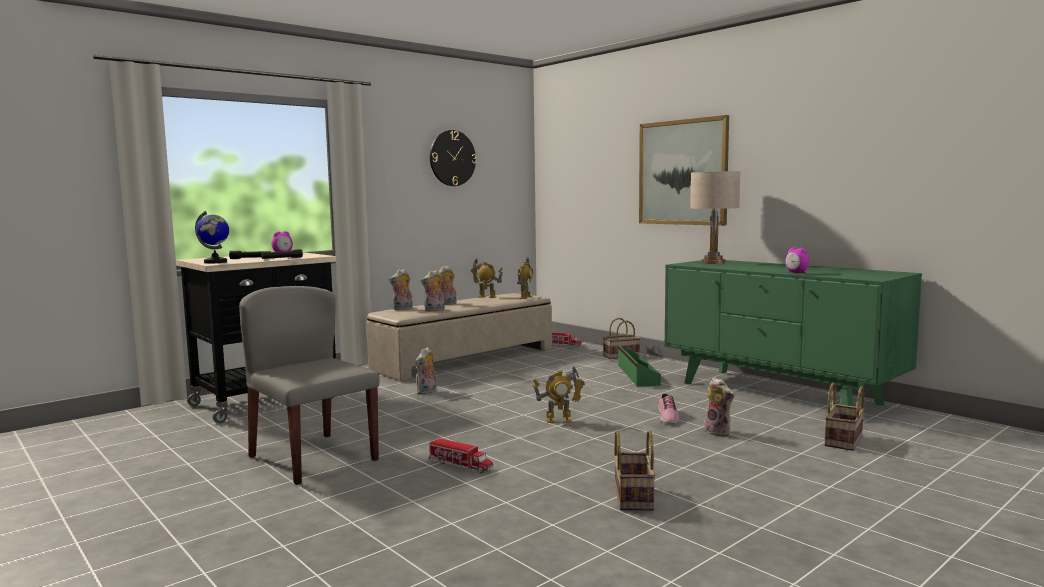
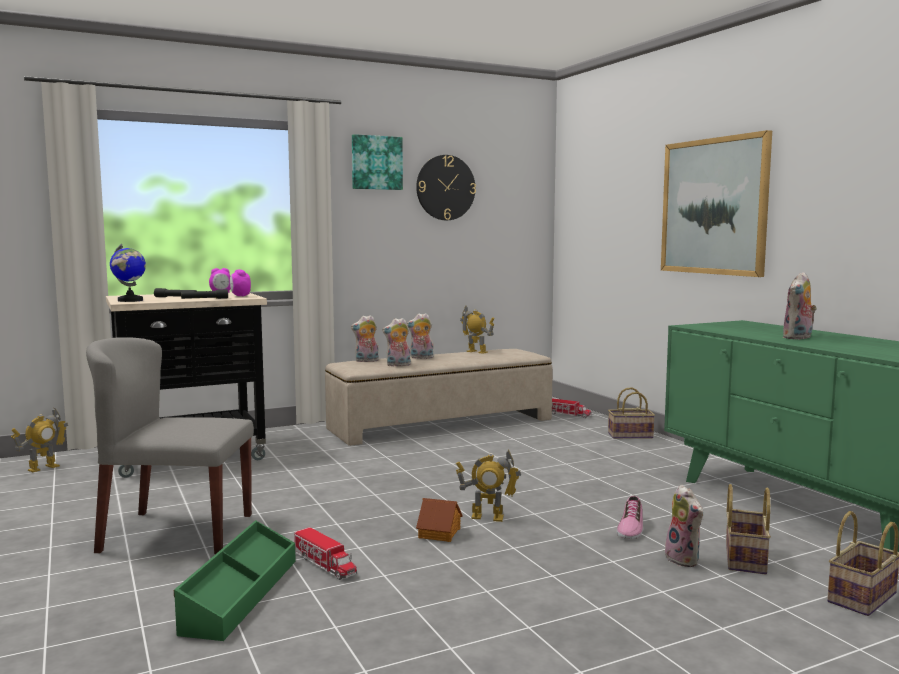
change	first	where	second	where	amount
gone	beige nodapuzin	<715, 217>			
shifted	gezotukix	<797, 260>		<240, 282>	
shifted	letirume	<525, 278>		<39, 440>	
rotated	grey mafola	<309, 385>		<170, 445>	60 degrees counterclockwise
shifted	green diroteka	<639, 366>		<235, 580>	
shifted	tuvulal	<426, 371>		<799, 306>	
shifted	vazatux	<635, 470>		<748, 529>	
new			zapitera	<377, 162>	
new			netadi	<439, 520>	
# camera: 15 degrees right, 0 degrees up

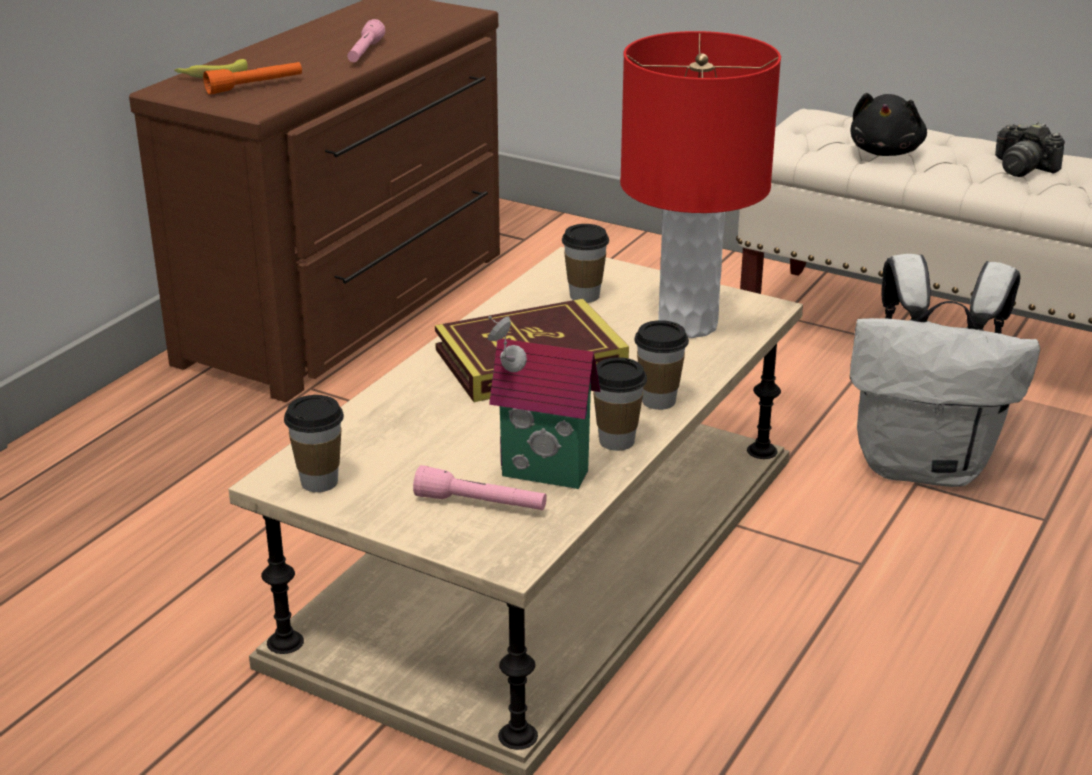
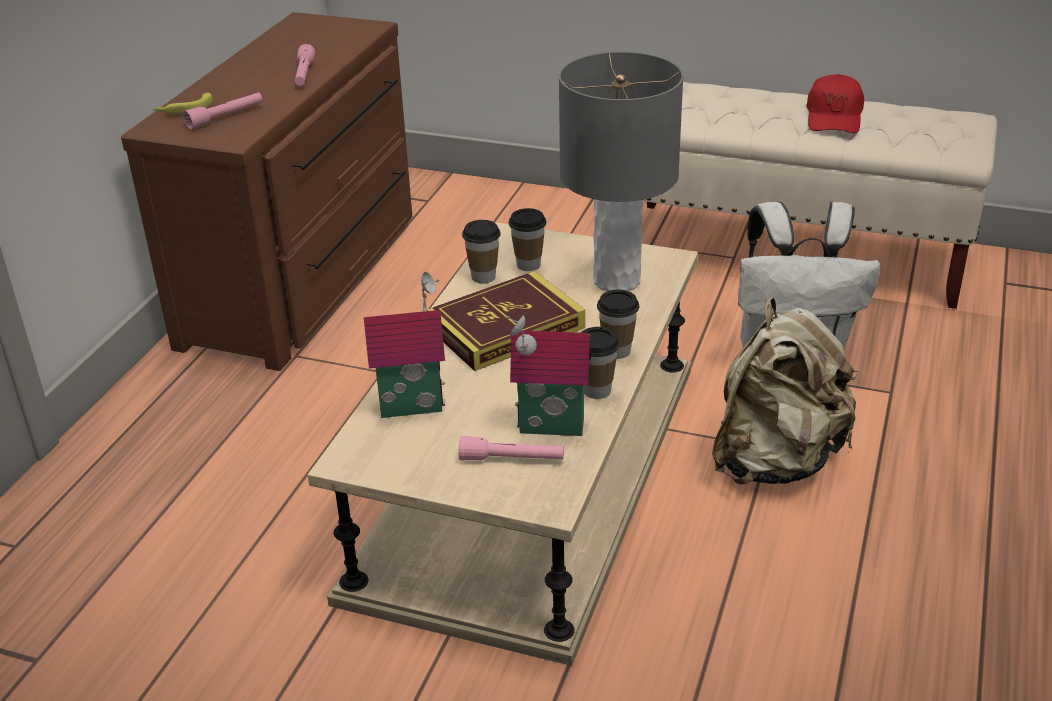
change	first	where	second	where	amount
repainted	red nodapuzin	<700, 184>	grey nodapuzin	<621, 171>	
repainted	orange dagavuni	<252, 78>	pink dagavuni	<223, 111>	
gone	black tuvulal	<888, 124>			
swapped	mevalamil	<1030, 149>	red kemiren	<835, 103>	
shifted	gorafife	<314, 443>		<481, 251>	
new			netadi	<404, 345>	
new			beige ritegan	<785, 391>	
# camera: 10 degrees left, 5 degrees up

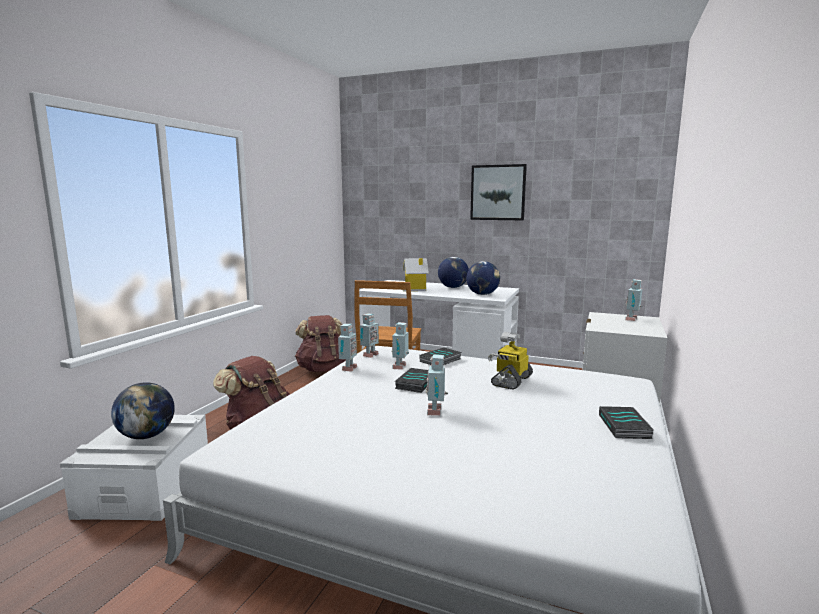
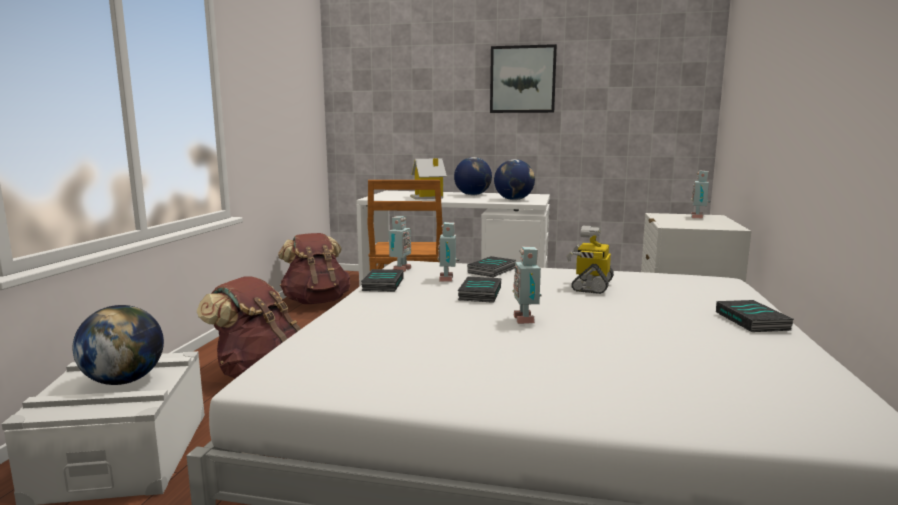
change	first	where	second	where	amount
swapped	letirume	<347, 348>	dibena	<382, 280>	
# camera: 10 degrees left, 0 degrees up

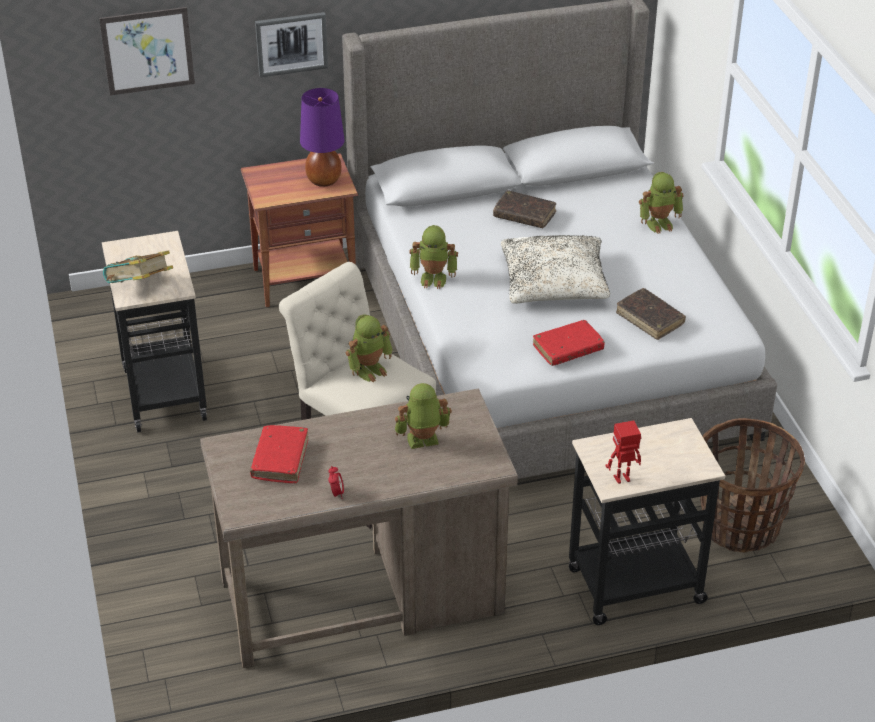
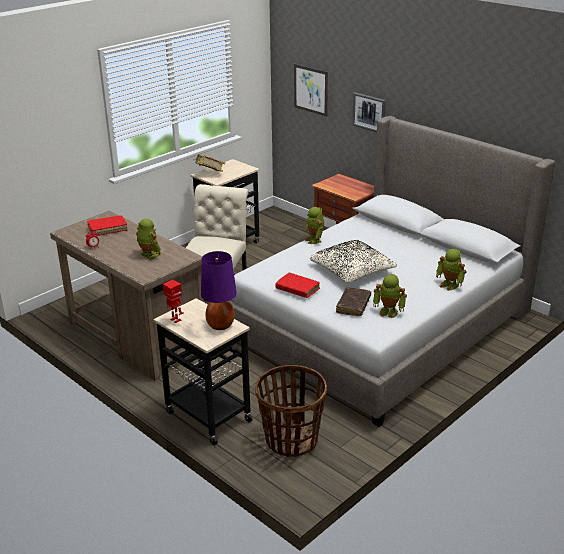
change	first	where	second	where	amount
shifted	purple nodapuzin	<322, 137>		<219, 290>	
gone	brown dibena	<524, 209>			
shifted	letirume	<369, 348>		<390, 296>	
# camera: 60 degrees right, 10 degrees down

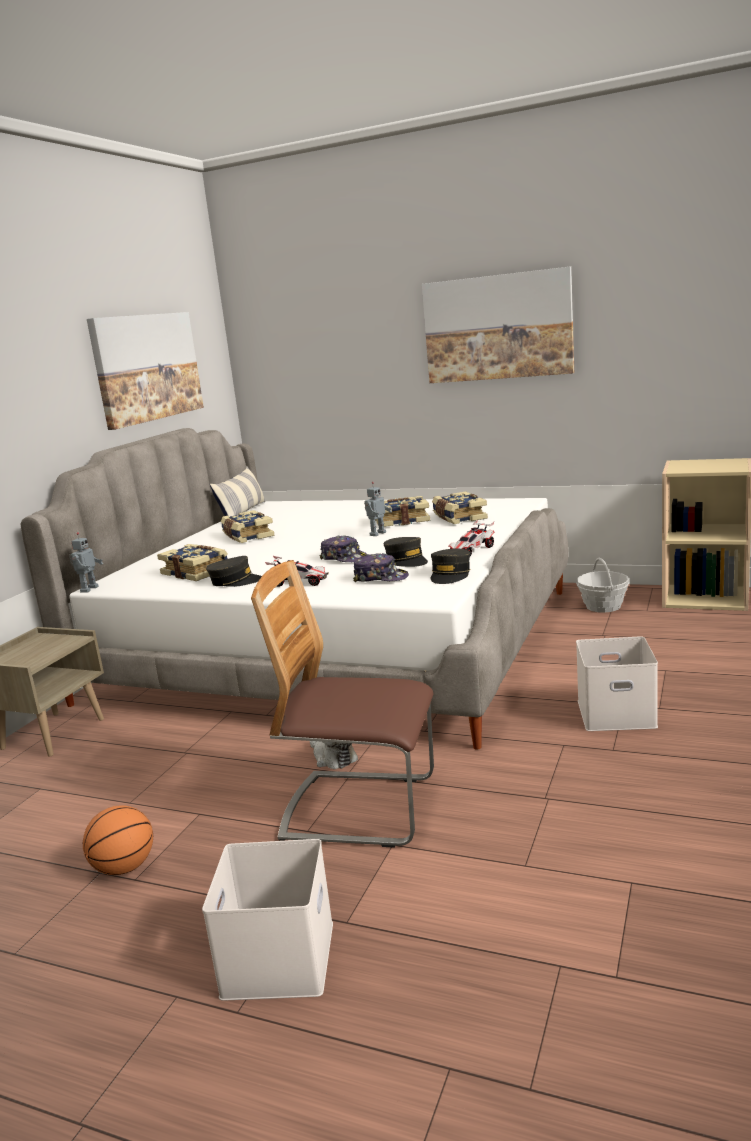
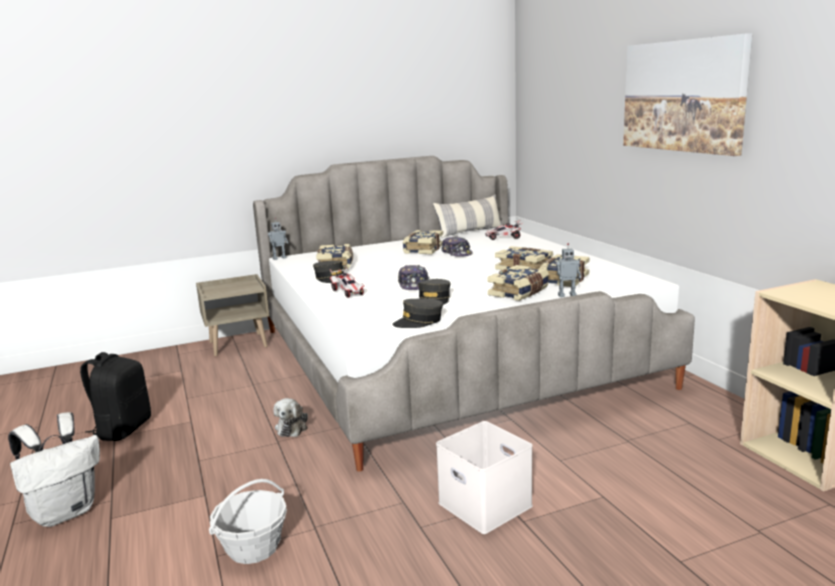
change	first	where	second	where	amount
gone	zapitera	<145, 371>			
shifted	letirume	<378, 509>		<568, 270>	
shifted	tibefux	<471, 538>		<504, 230>	
shifted	kemiren	<381, 567>		<457, 247>	
shifted	vazatux	<602, 585>		<248, 521>	
gone	mafola	<342, 704>			
swapped	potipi	<118, 840>	black ritegan	<115, 396>	
swapped	white diroteka	<267, 920>	white ritegan	<54, 469>	
new			dibena	<518, 283>	
# camera: 45 degrees right, 0 degrees up

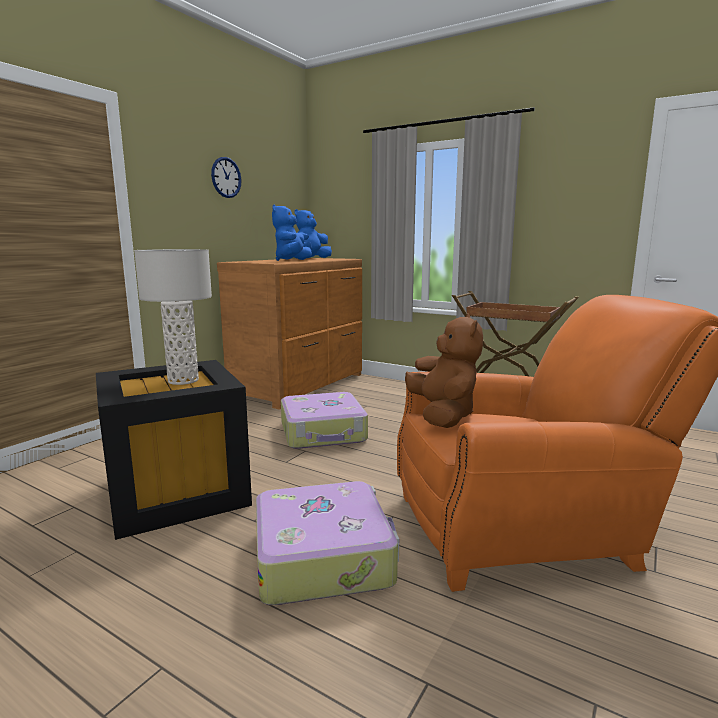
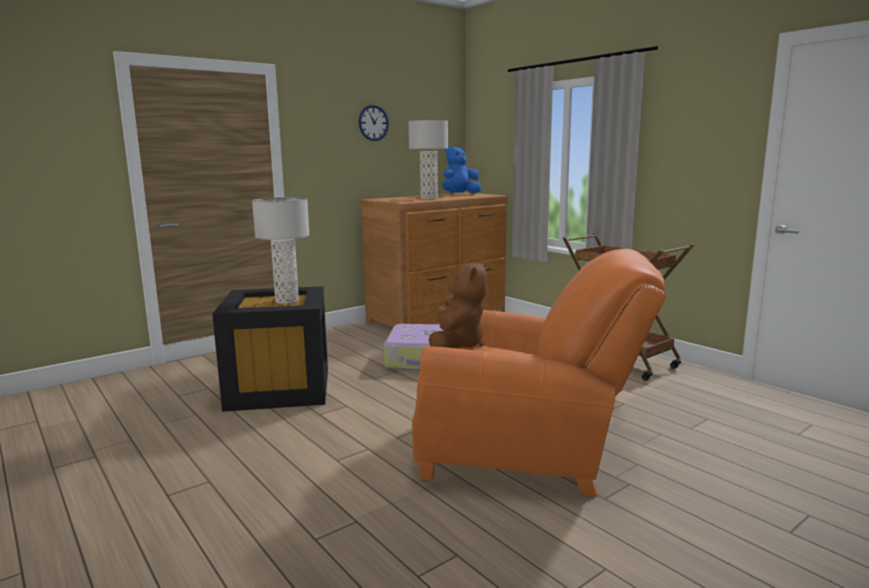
change	first	where	second	where	amount
swapped	blue tuvulal	<292, 233>	white nodapuzin	<428, 159>	
gone	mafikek	<327, 543>			
# camera: 20 degrees right, 0 degrees up

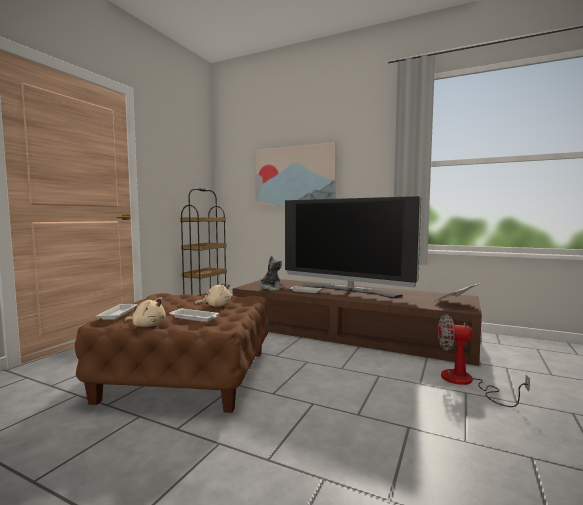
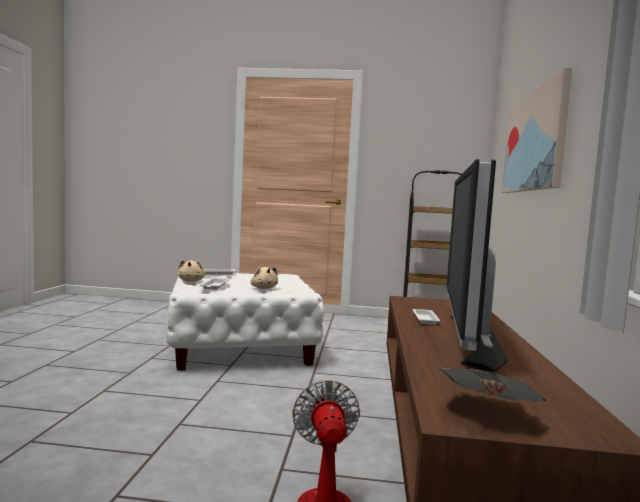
change	first	where	second	where	amount
gone	tuvulal	<271, 273>			
repainted	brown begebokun	<172, 353>	white begebokun	<245, 321>	
# camera: 70 degrees right, 0 degrees up

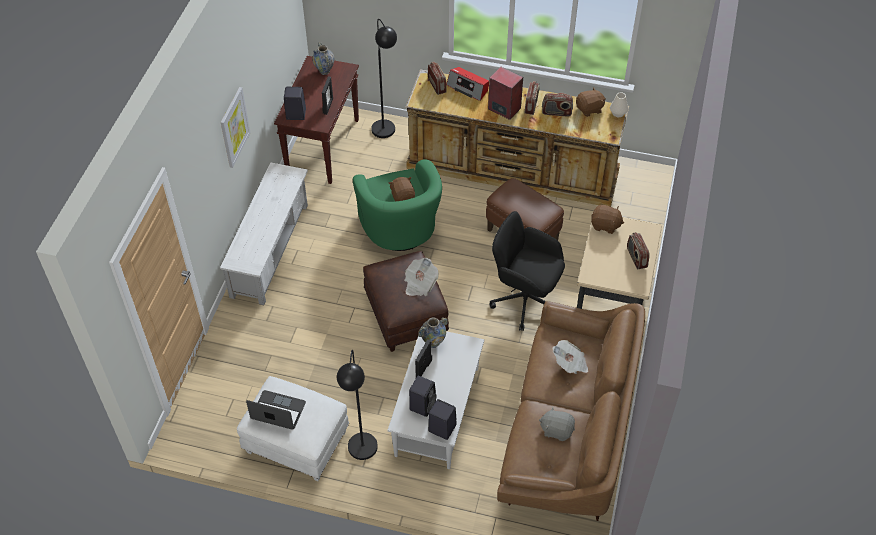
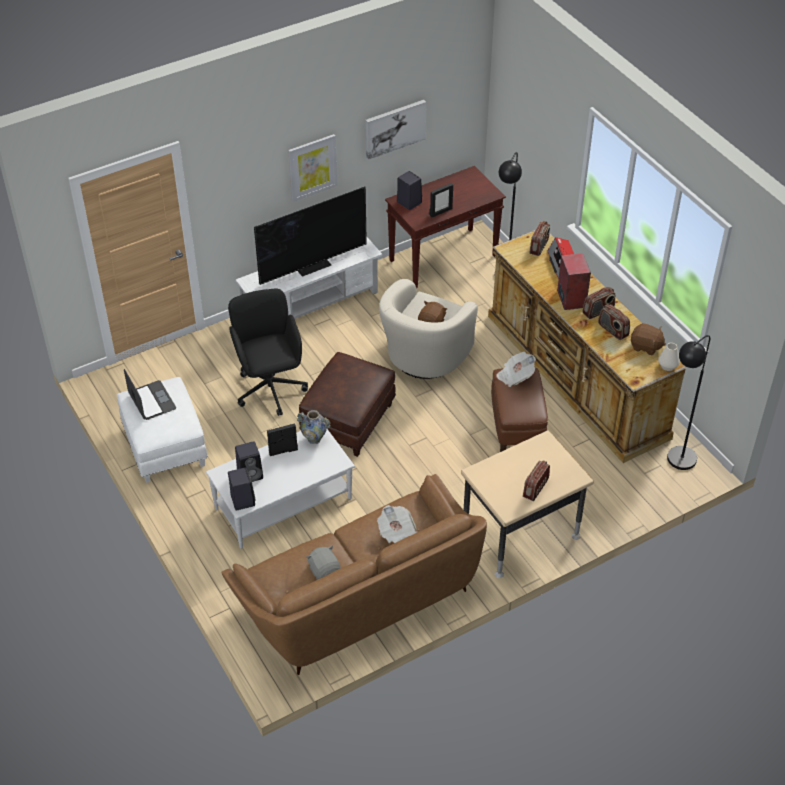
change	first	where	second	where	amount
gone	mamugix	<323, 58>			
repainted	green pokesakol	<397, 205>	beige pokesakol	<428, 329>	
gone	brown tuvulal	<607, 219>			
shifted	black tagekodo	<527, 271>		<268, 352>	
shifted	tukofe	<421, 277>		<516, 369>	
shifted	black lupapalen	<357, 405>		<688, 402>	
new			zapitera	<396, 130>	
new			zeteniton	<310, 235>	
# camera: 45 degrees right, 5 degrees down

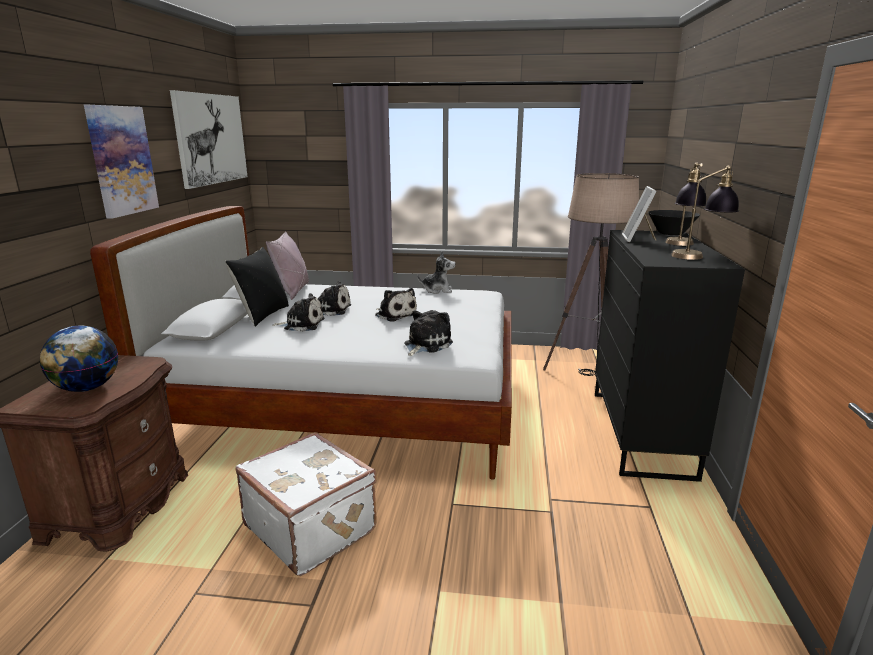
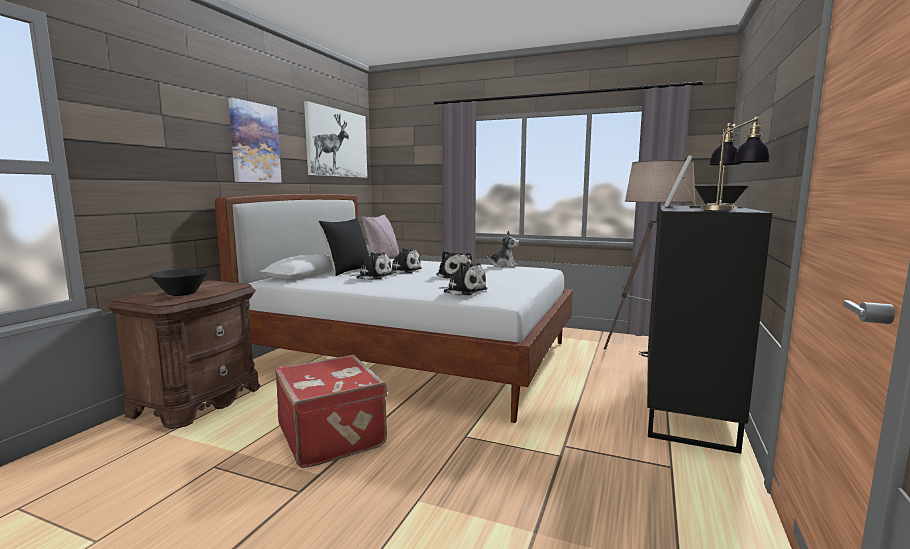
change	first	where	second	where	amount
rotated	tuvulal	<428, 333>		<463, 278>	75 degrees clockwise
swapped	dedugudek	<79, 358>	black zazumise	<179, 282>	
repainted	white mafikek	<306, 504>	red mafikek	<331, 411>	
# camera: 15 degrees right, 10 degrees down

